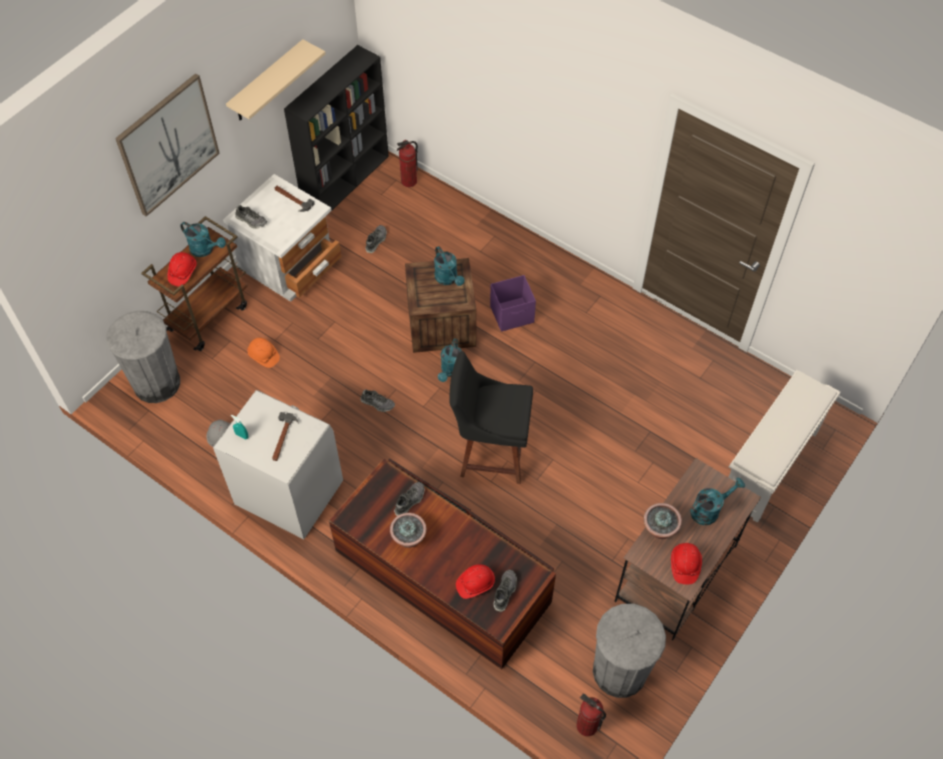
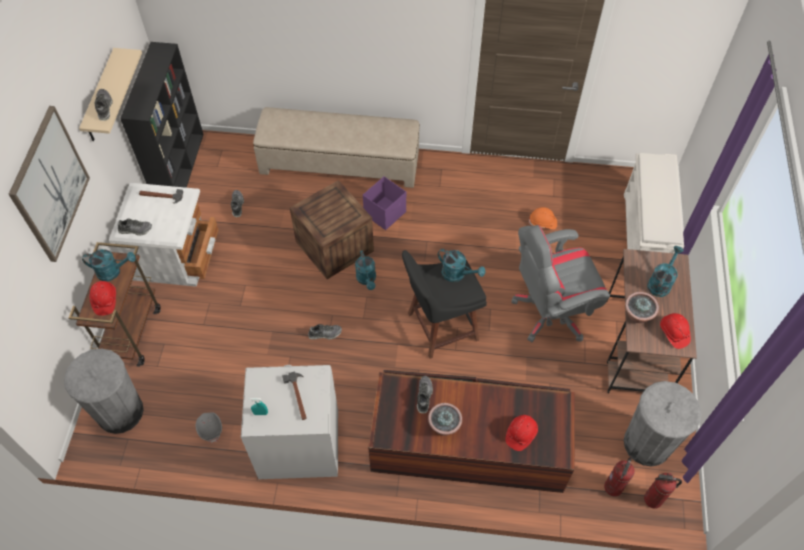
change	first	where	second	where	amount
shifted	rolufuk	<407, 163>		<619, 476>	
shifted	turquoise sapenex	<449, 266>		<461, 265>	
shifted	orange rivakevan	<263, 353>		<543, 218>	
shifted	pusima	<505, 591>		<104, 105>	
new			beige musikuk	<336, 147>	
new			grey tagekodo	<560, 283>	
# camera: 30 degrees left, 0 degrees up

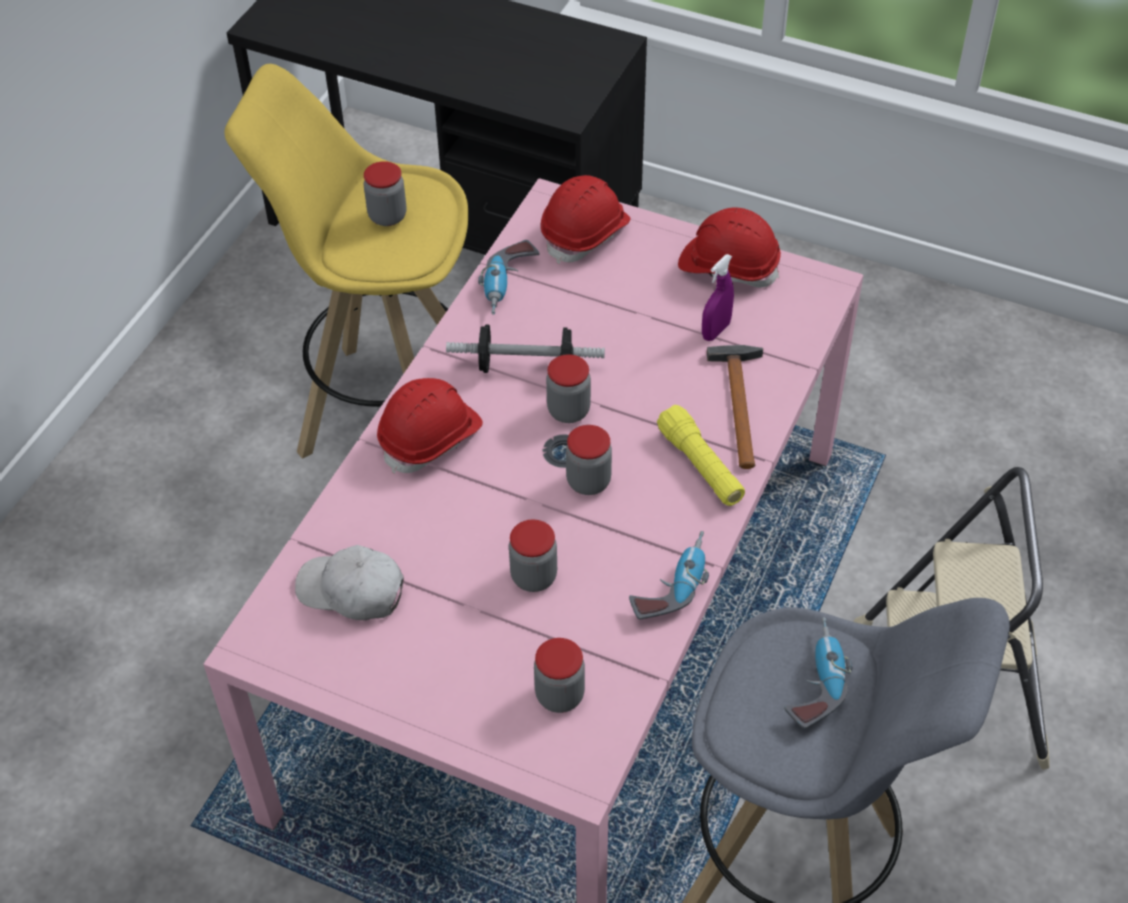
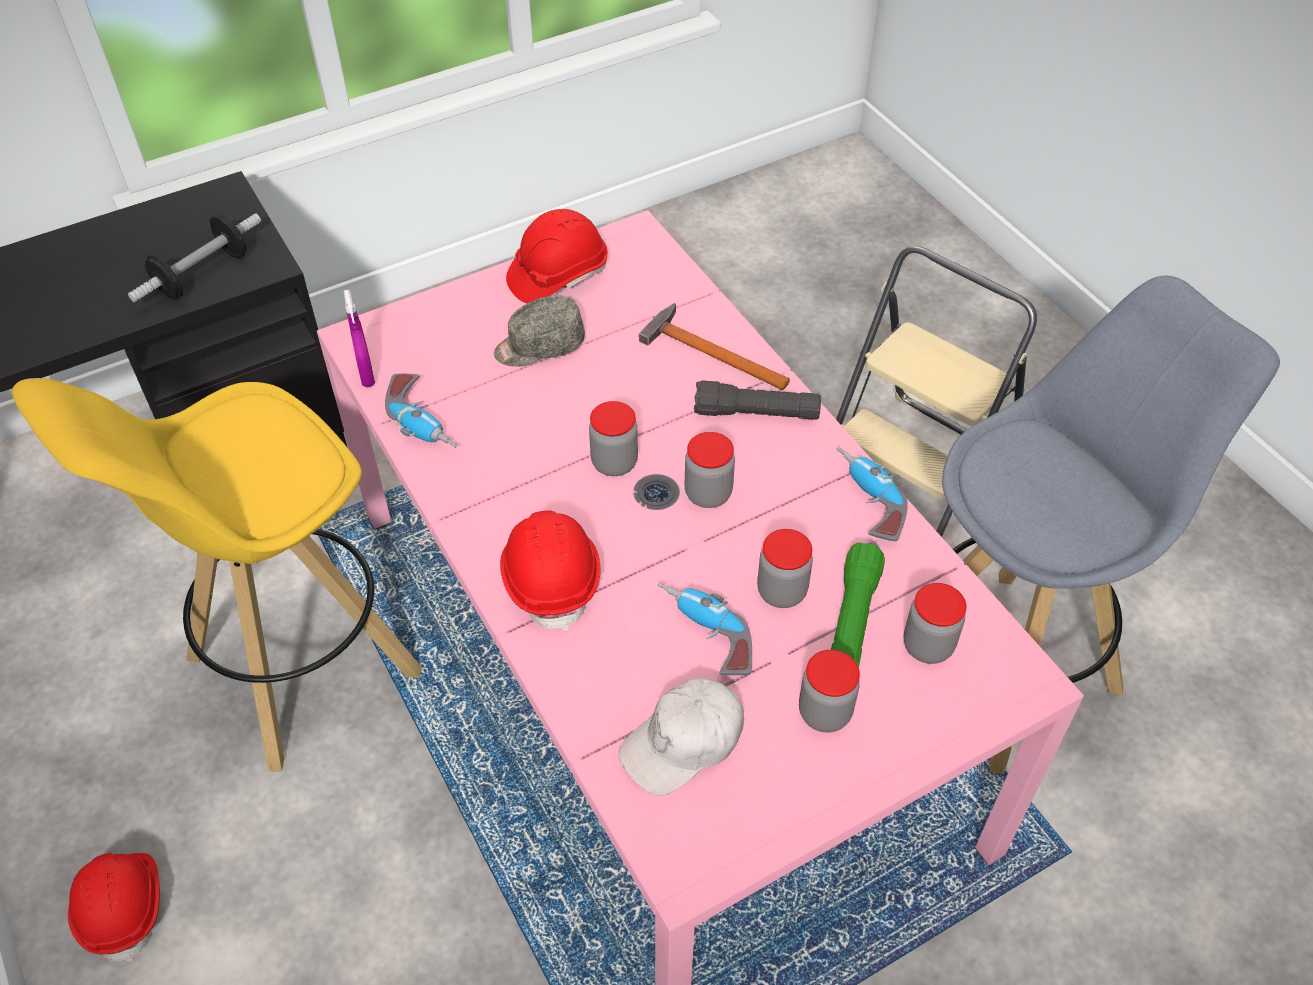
change	first	where	second	where	amount
shifted	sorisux	<385, 193>		<829, 691>	
shifted	red rivakevan	<585, 219>		<114, 907>	
shifted	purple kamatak	<718, 297>		<359, 338>	
shifted	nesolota	<525, 349>		<194, 257>	
repainted	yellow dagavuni	<701, 455>	black dagavuni	<757, 400>	
shifted	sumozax	<818, 673>		<704, 628>	
new			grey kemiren	<539, 331>	
new			green dagavuni	<858, 605>	
# camera: 55 degrees left, 0 degrees up

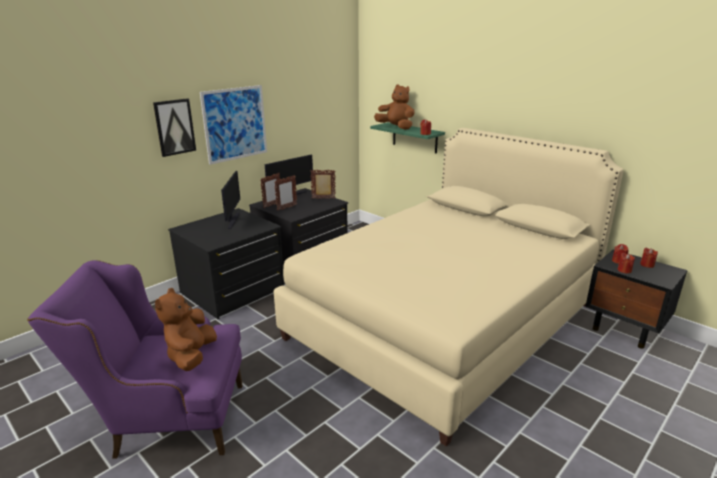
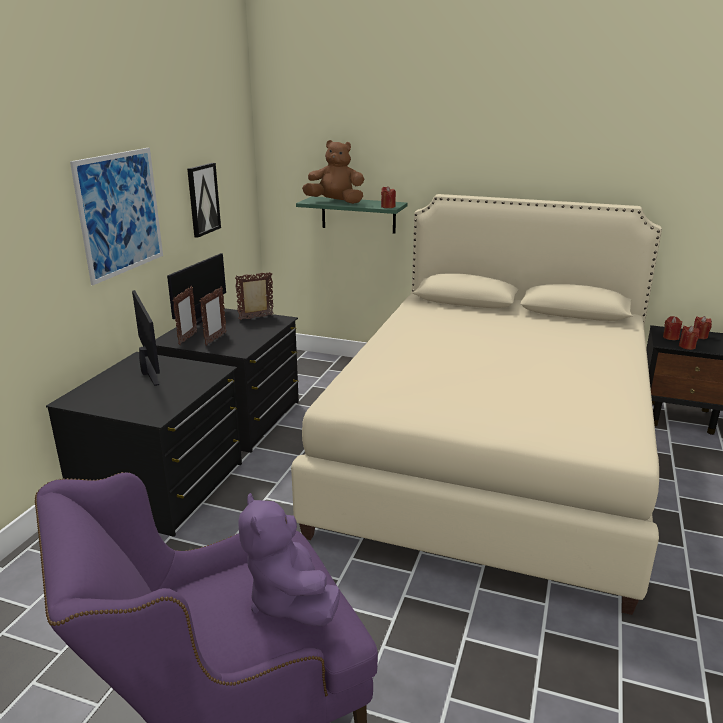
change	first	where	second	where	amount
shifted	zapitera	<174, 127>		<204, 200>	
repainted	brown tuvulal	<186, 329>	purple tuvulal	<289, 559>	
# camera: 25 degrees left, 0 degrees up

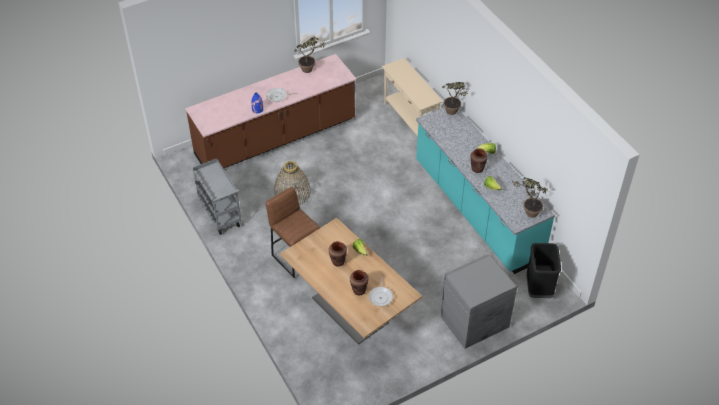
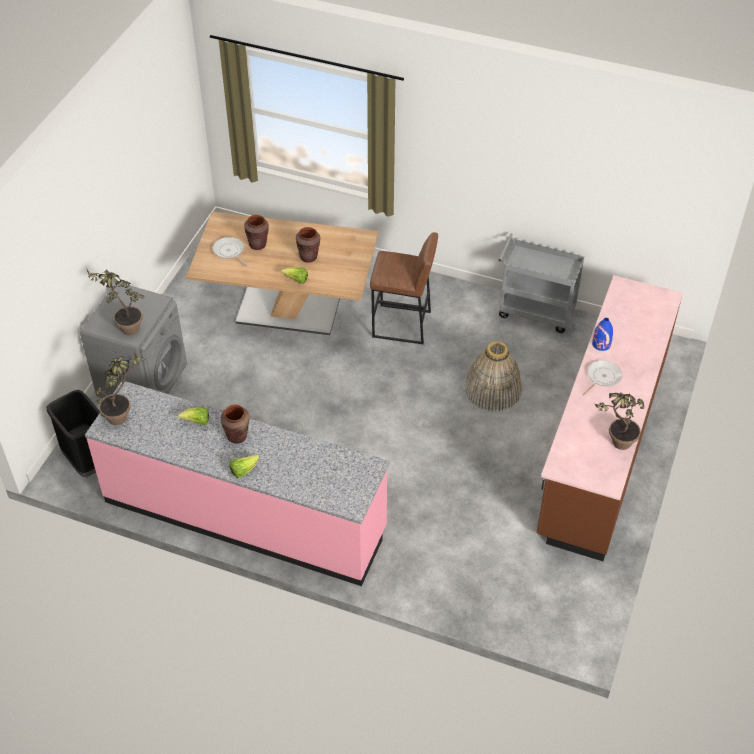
change	first	where	second	where	amount
gone	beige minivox	<412, 97>			
shifted	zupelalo	<455, 98>		<115, 301>	
repainted	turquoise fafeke	<485, 190>	pink fafeke	<237, 483>	
# camera: 140 degrees right, 0 degrees up

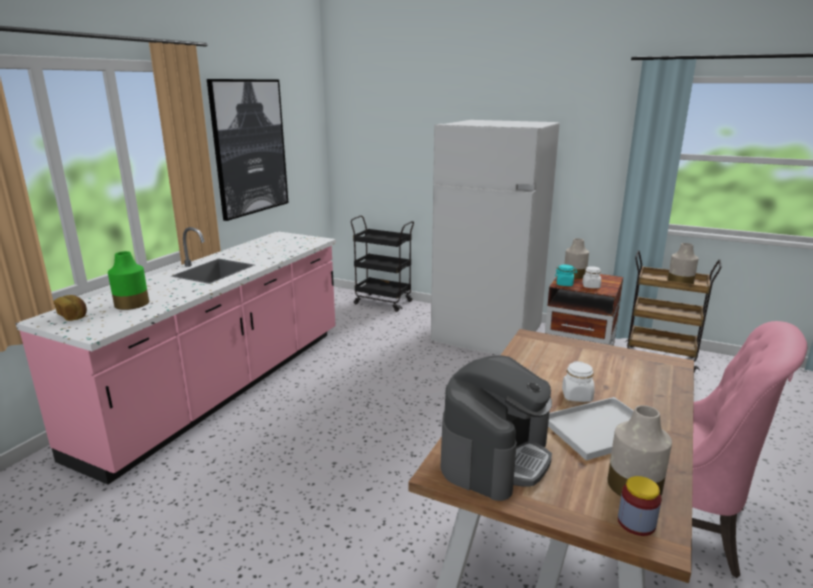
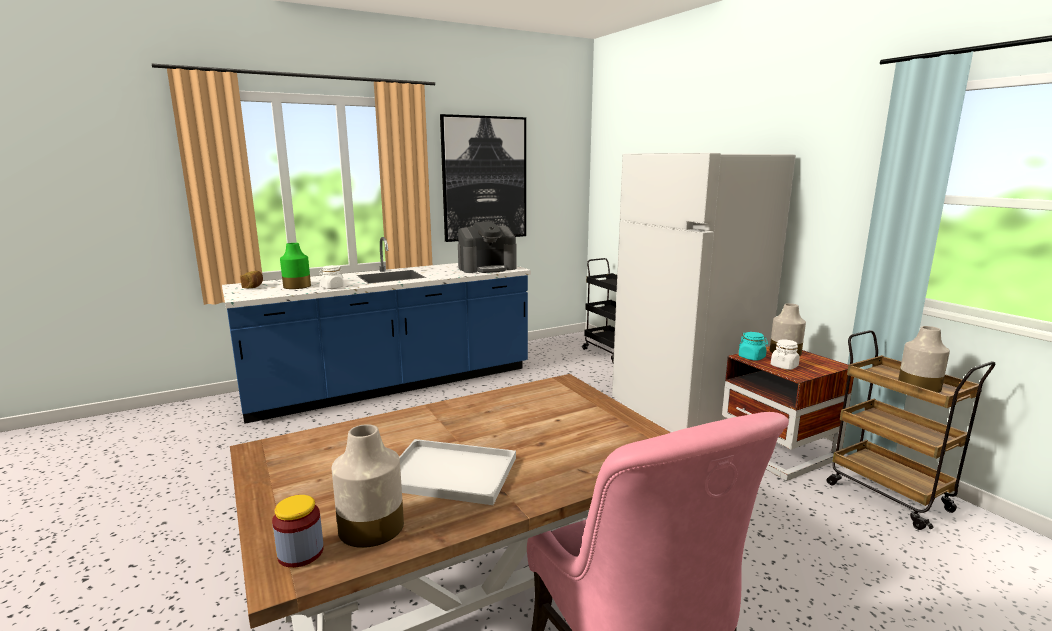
change	first	where	second	where	amount
repainted	pink fafeke	<176, 356>	blue fafeke	<376, 330>	
shifted	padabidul	<496, 428>		<487, 247>	
shifted	white sorisux	<578, 381>		<331, 277>	
# camera: 35 degrees right, 5 degrees down

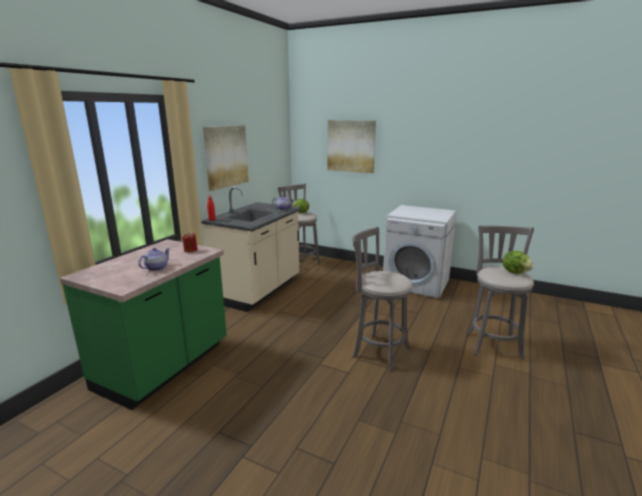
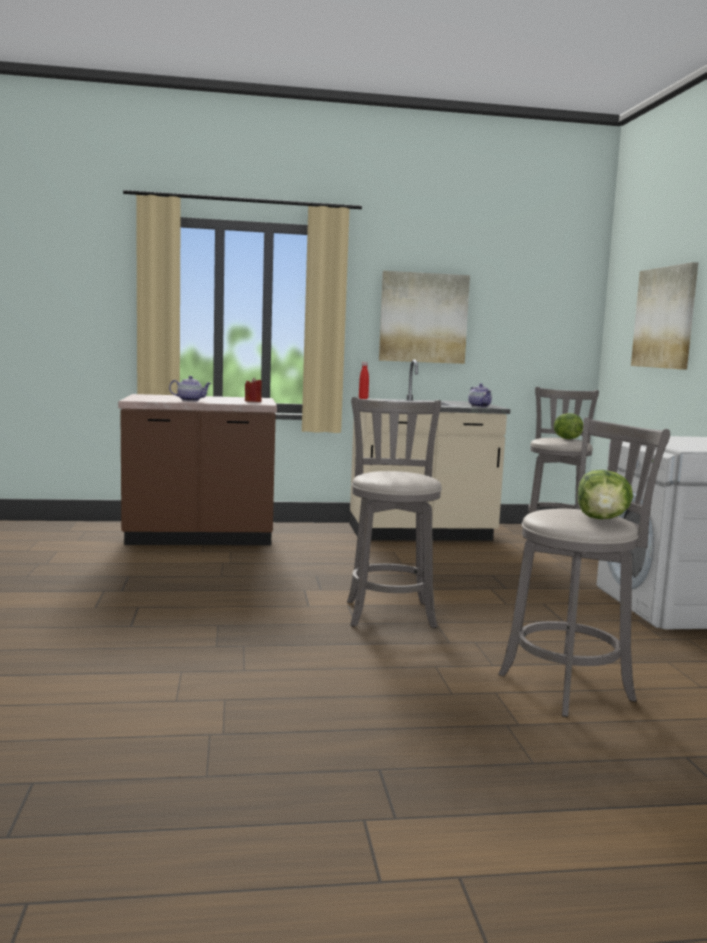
change	first	where	second	where	amount
repainted	green fafeke	<143, 324>	brown fafeke	<197, 469>	
# camera: 55 degrees right, 10 degrees down

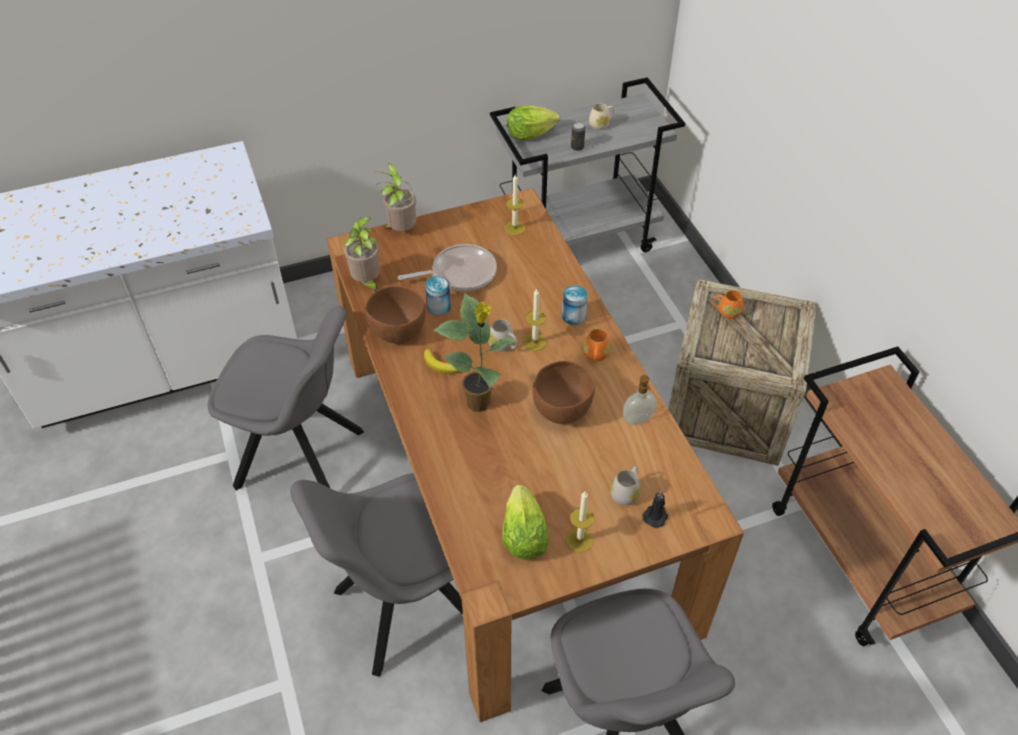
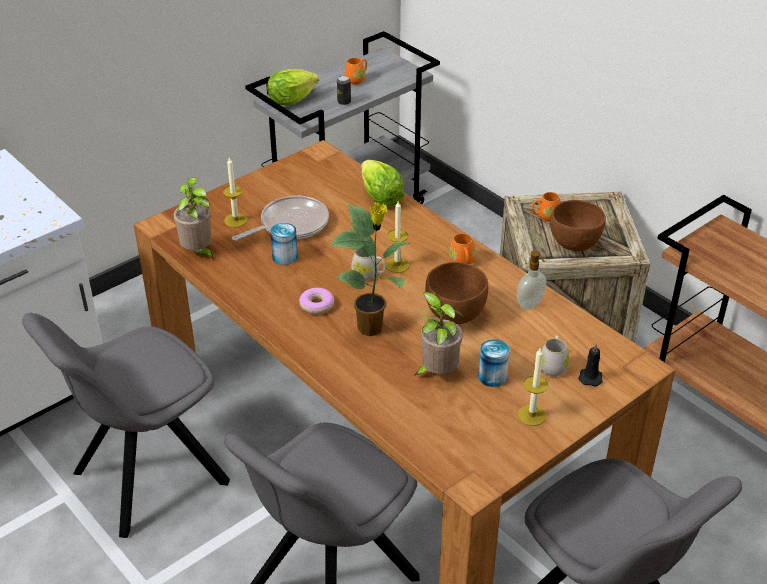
change	first	where	second	where	amount
repainted	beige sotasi	<601, 116>	orange sotasi	<355, 71>	
shifted	zupelalo	<395, 197>		<437, 333>	
shifted	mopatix	<514, 205>		<235, 192>	
shifted	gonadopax	<575, 305>		<493, 363>	
shifted	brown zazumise	<395, 315>		<578, 225>	
rotated	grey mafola	<285, 398>		<126, 425>	150 degrees clockwise
swapped	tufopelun	<442, 361>	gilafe	<316, 301>	
shifted	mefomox	<525, 522>		<383, 183>	
# camera: 20 degrees left, 10 degrees down

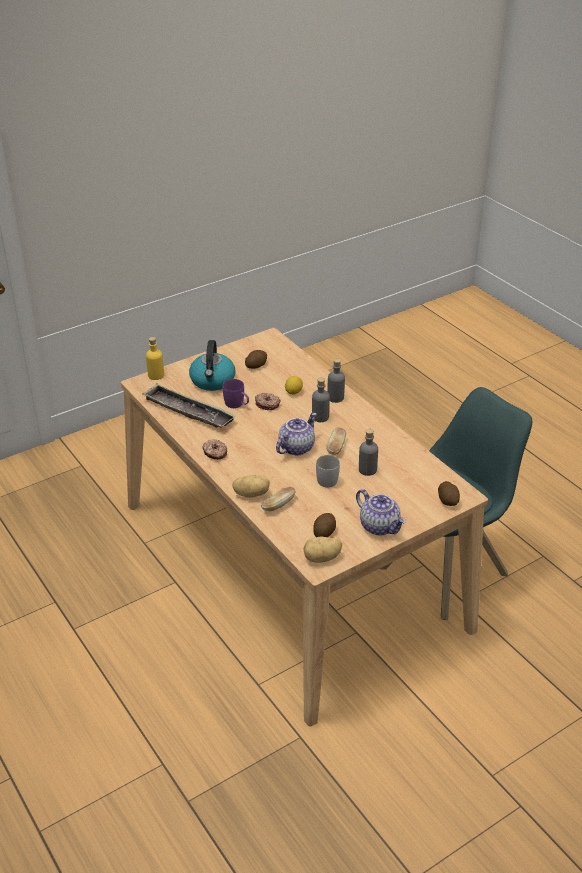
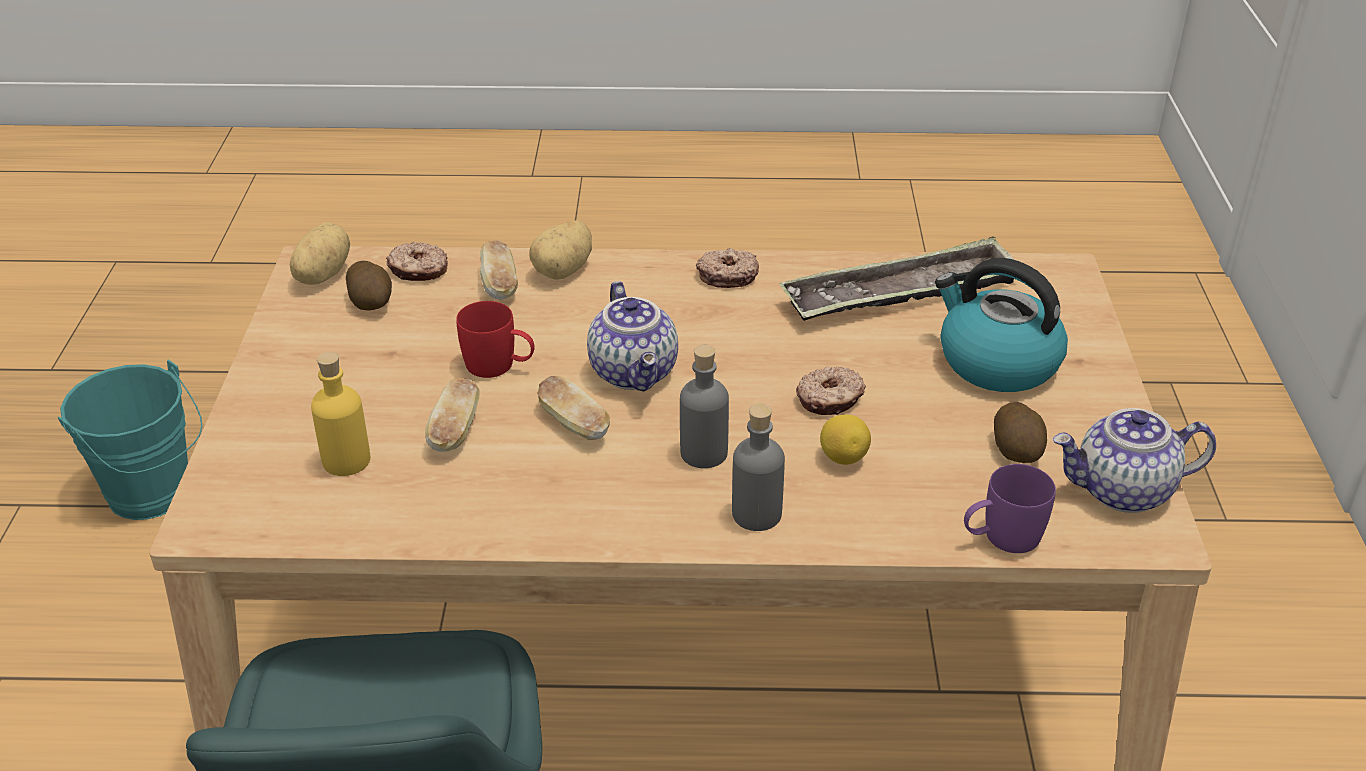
change	first	where	second	where	amount
shifted	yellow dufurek	<155, 358>		<340, 414>	
shifted	purple sotasi	<236, 393>		<1010, 508>	
swapped	grey dufurek	<368, 452>	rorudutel	<452, 415>	
repainted	white sotasi	<328, 471>	red sotasi	<495, 339>	
gone	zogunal	<449, 493>			
shifted	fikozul	<381, 512>		<1134, 460>	
new			gilafe	<417, 261>	
new			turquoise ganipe	<130, 440>	
# camera: 125 degrees right, 0 degrees up

